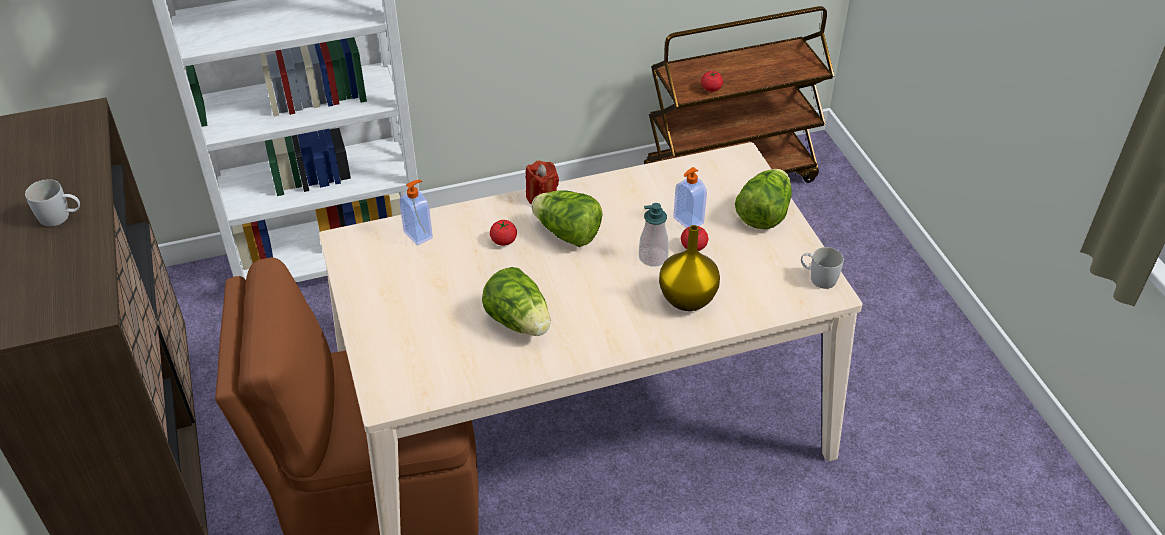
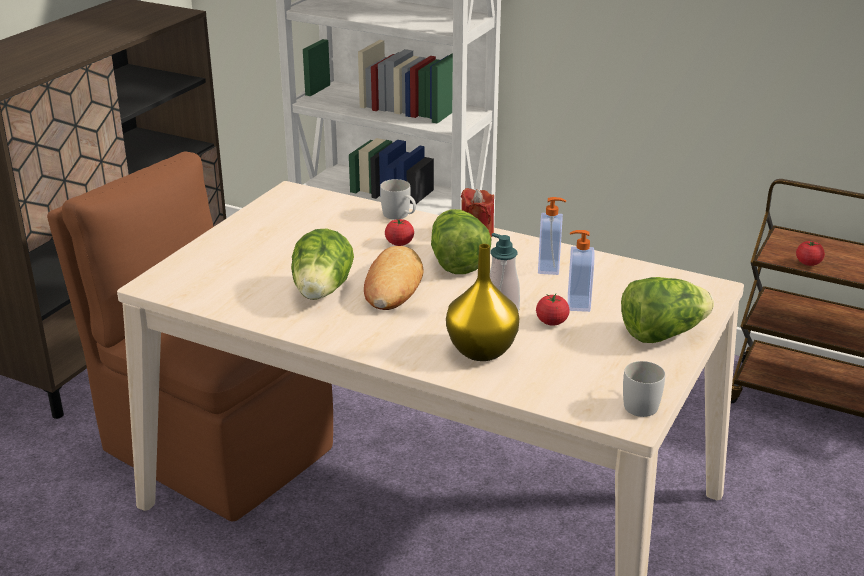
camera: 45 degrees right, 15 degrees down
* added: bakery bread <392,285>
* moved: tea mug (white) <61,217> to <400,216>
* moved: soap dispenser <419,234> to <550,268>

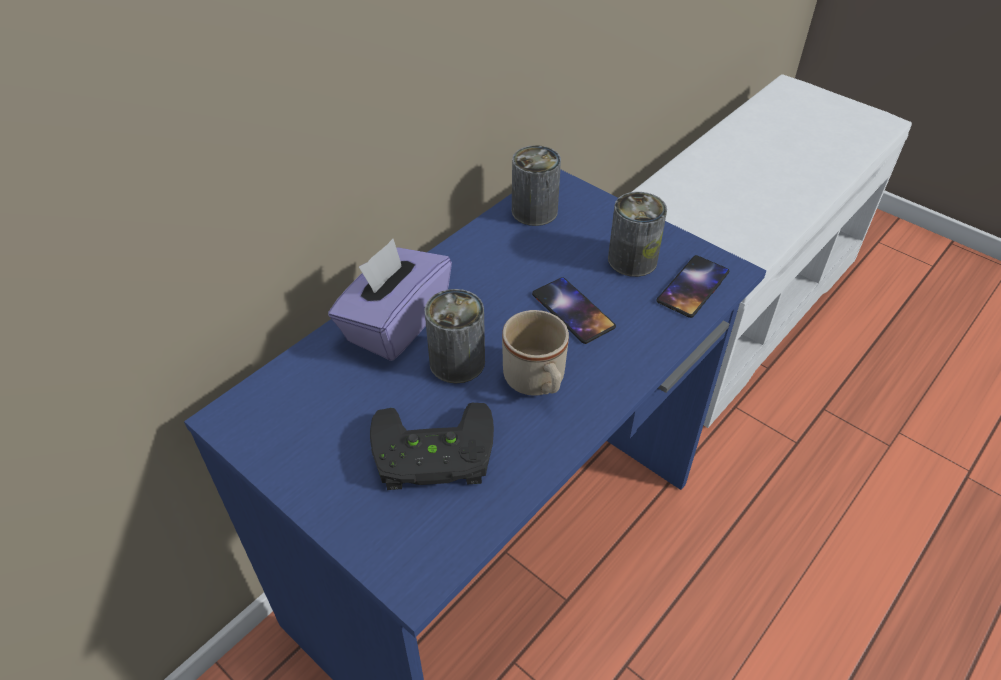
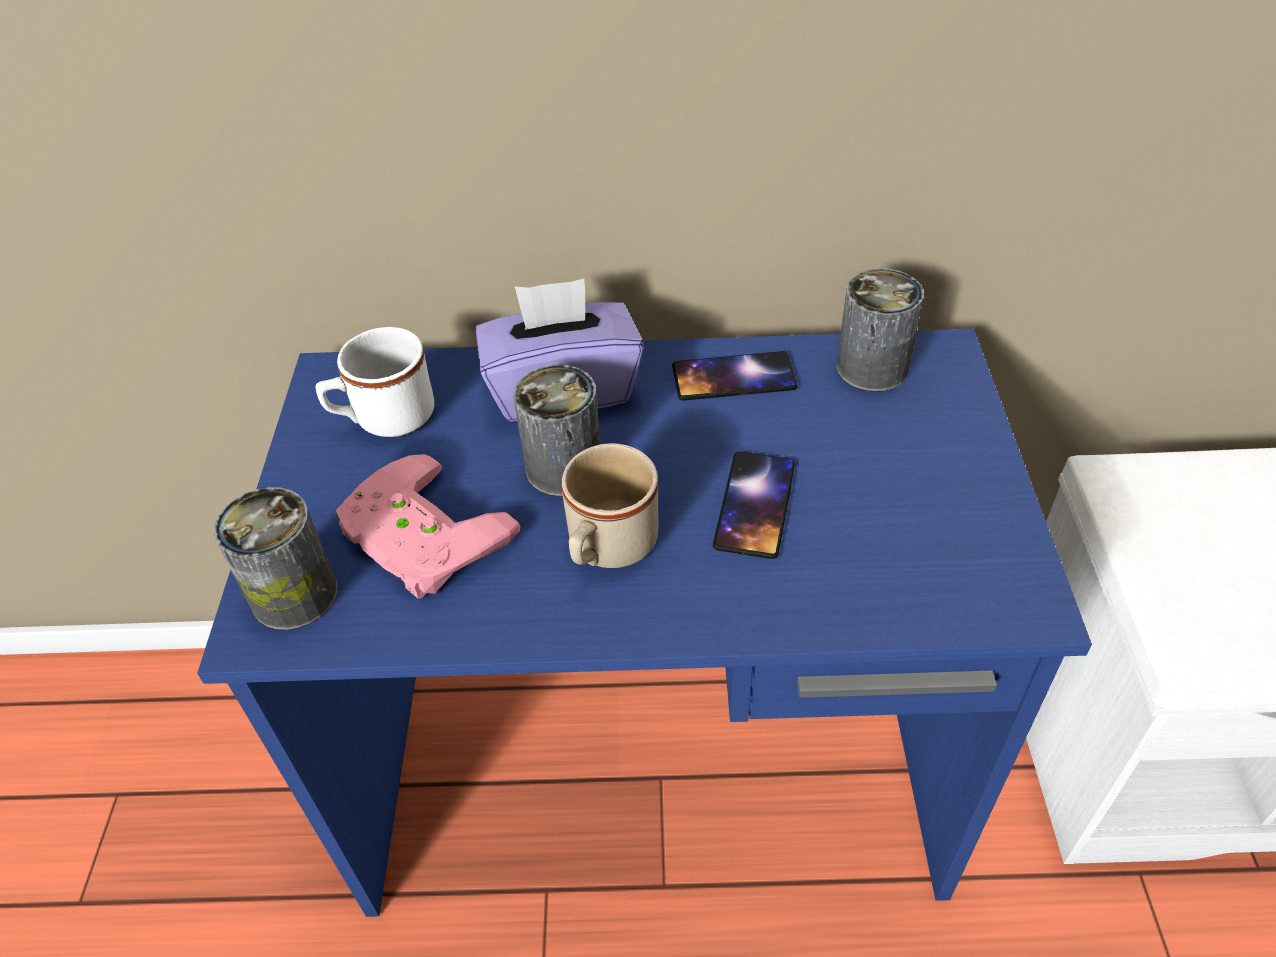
camera: 50 degrees right, 0 degrees up
* moved: can <632,260> to <294,595>
* added: tea mug (white) <384,419>
* recoloured: game controller (black) <432,458> to game controller (pink-coloured) <416,539>
* moved: phone <693,287> to <733,377>

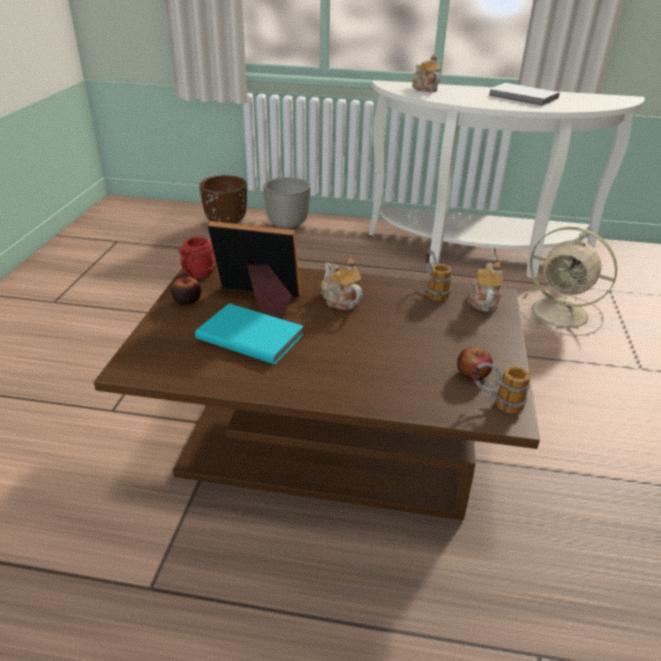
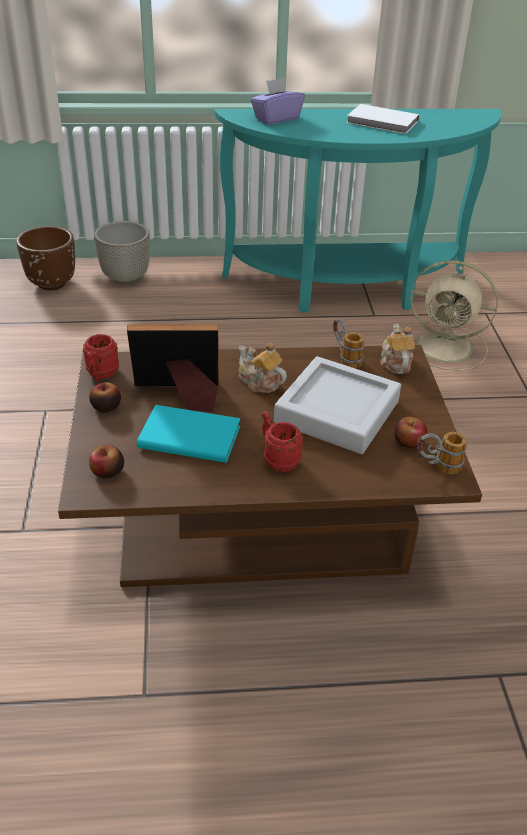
camera: 15 degrees left, 5 degrees up
* added: apple <107,471>
* recoloured: hall table (white) <479,256> to hall table (turquoise) <348,290>
* replaced: pot for tea <424,89> to box of tissues (purplish) <276,118>
* added: tea mug (reddish) <277,459>
* added: carrying tray (gray) <337,412>

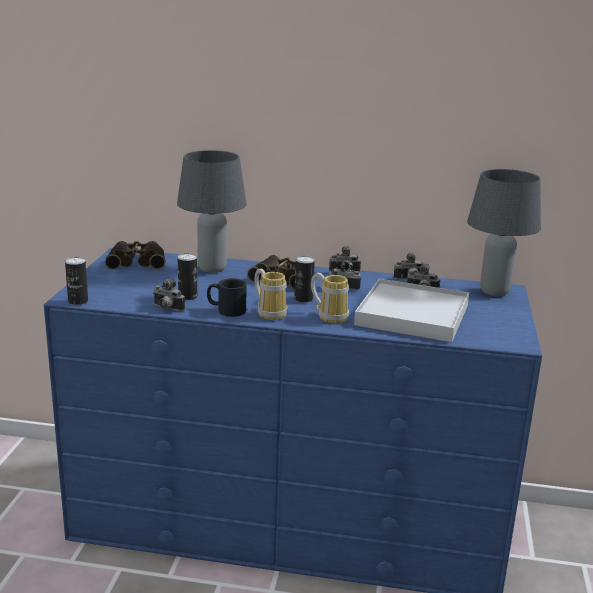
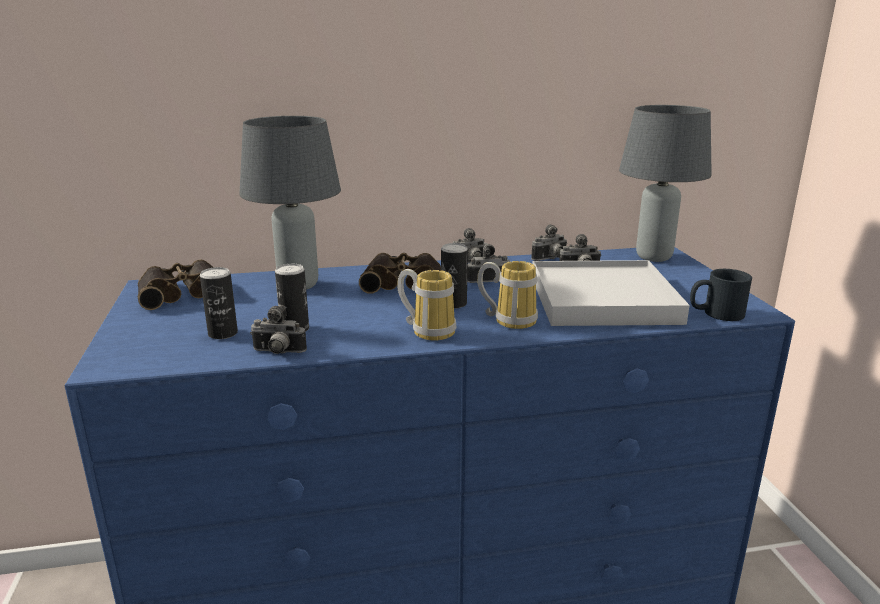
camera: 20 degrees left, 0 degrees up
* moved: can <78,301> to <223,333>
* moved: tea mug (black) <226,310> to <715,313>

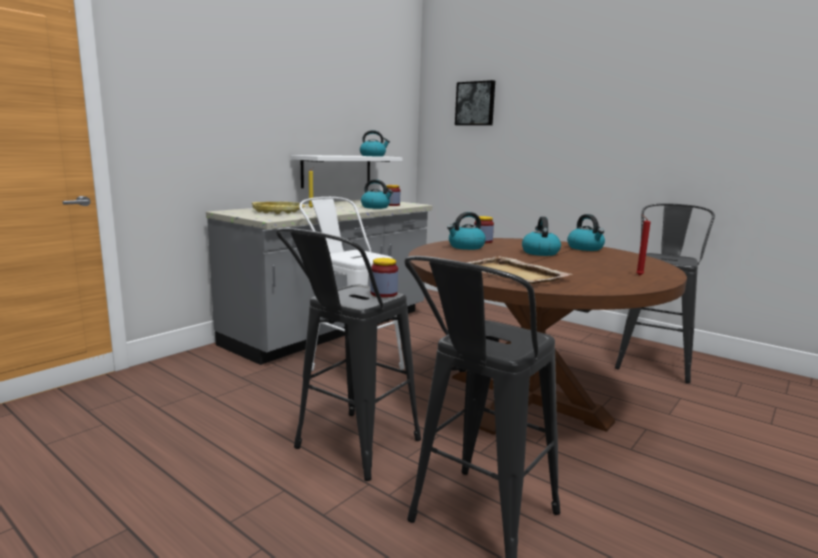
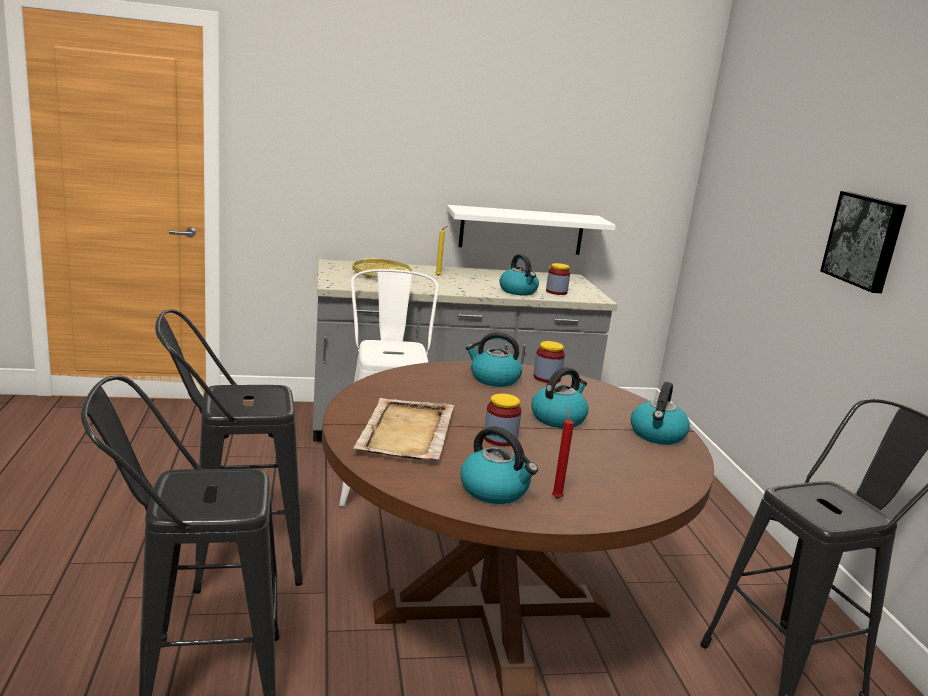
camera: 40 degrees right, 5 degrees up
* moved: kettle <373,156> to <495,490>
* moved: preserve jar <384,294> to <500,439>
* moved: wall art <475,103> to <865,240>

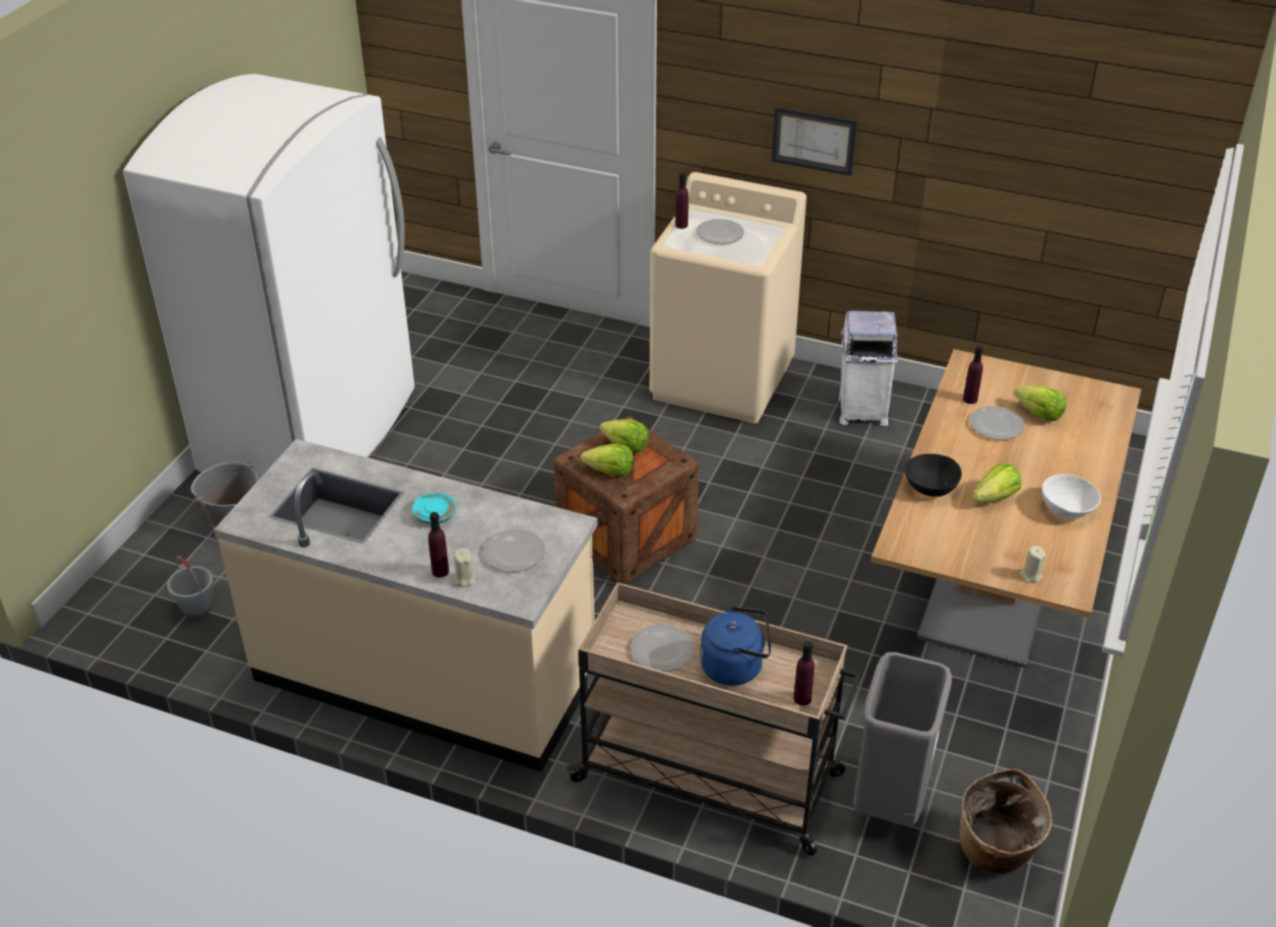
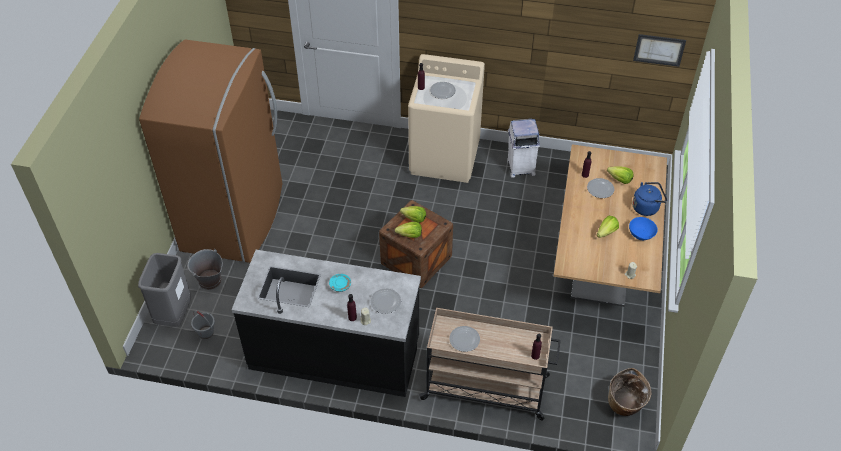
camera: 10 degrees left, 10 degrees up
* moved: trash can (gray) <889,799> to <174,315>
* recoloured: fridge (white) <313,431> to fridge (brownish) <234,217>
* recoloured: kitchen counter (beige) <426,675> to kitchen counter (black) <335,353>
* recoloured: bowl (white) <1067,508> to bowl (bluish) <641,234>
* moved: kettle (bluish) <736,666> to <646,207>
* moved: wall art <814,140> to <659,50>
* removed: bowl (black) <930,487>

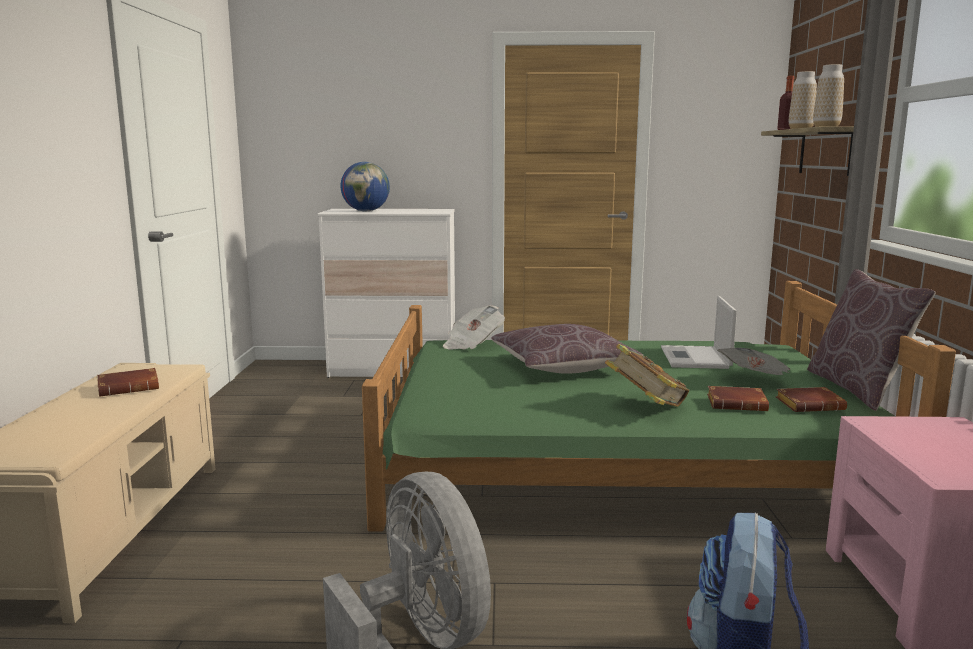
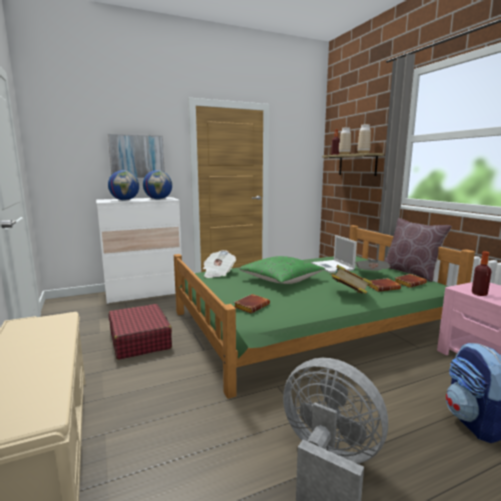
camera: 25 degrees left, 0 degrees up
* added: wall art <137,156>
* added: suitcase (reddish) <140,340>
* added: desk globe <158,199>
* moved: volume (brownish) <130,387> to <251,306>
* recoloured: pillow (brownish) <562,366> to pillow (green) <281,279>
* added: bottle <479,294>

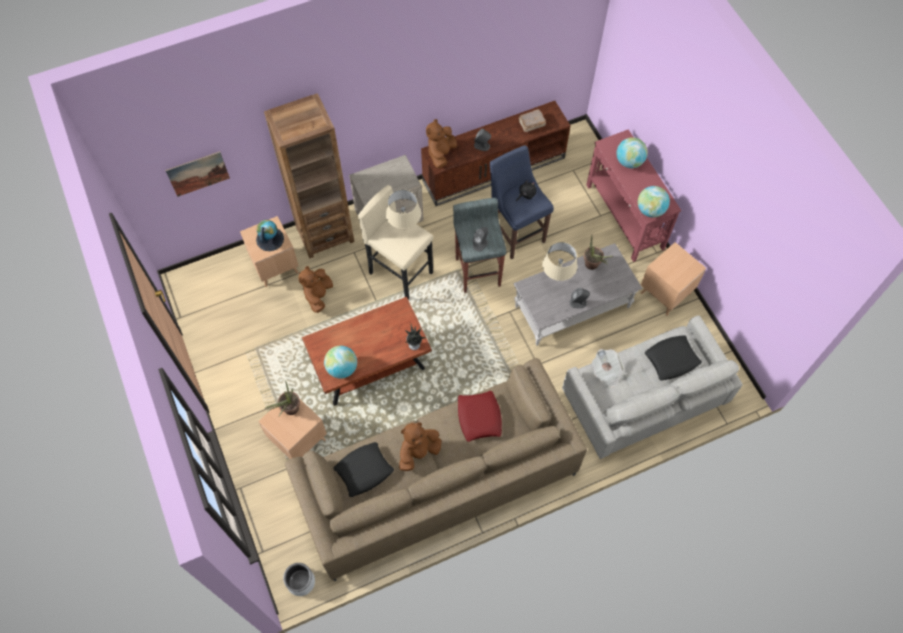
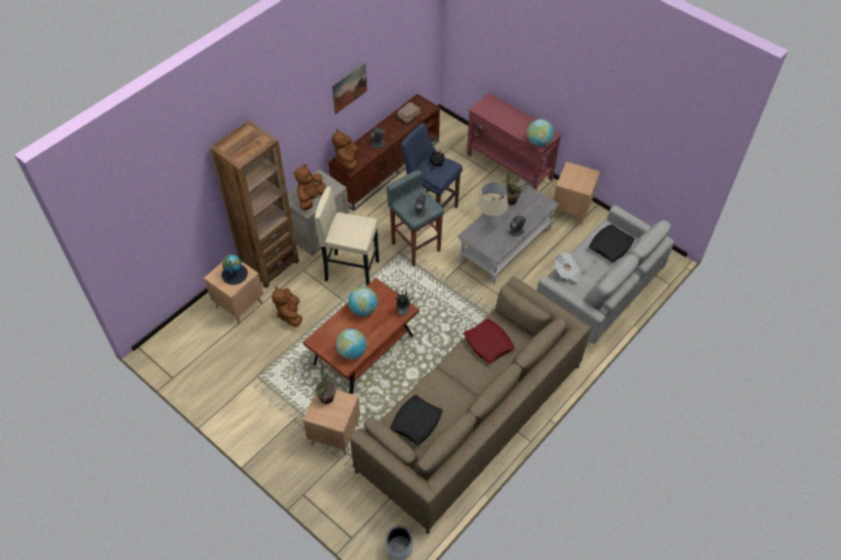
camera: 25 degrees left, 10 degrees down
* moved: plush toy (brownish) <418,452> to <311,199>
* moved: wall art <198,173> to <349,88>
* moved: desk globe <629,162> to <363,309>
* removed: lamp for a table (beige) <405,230>

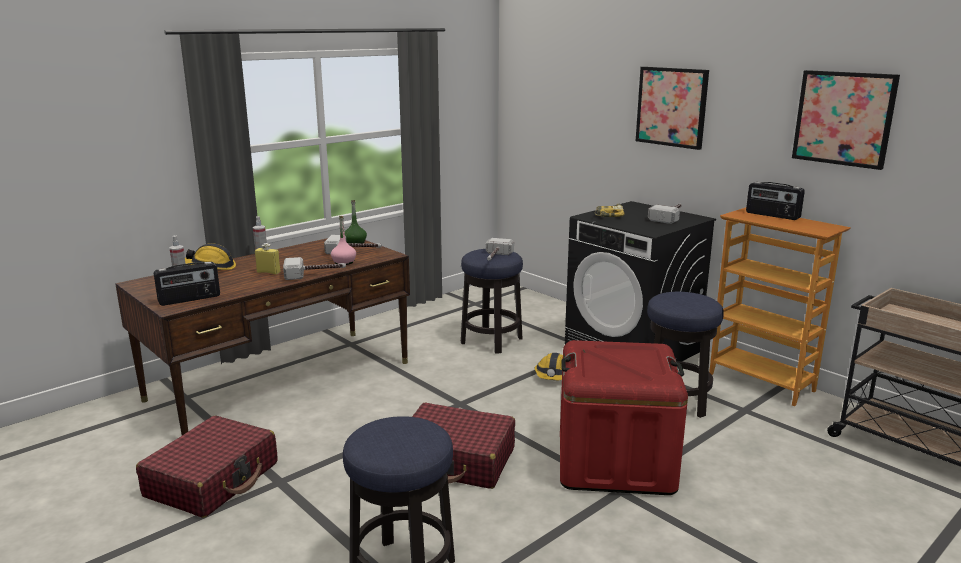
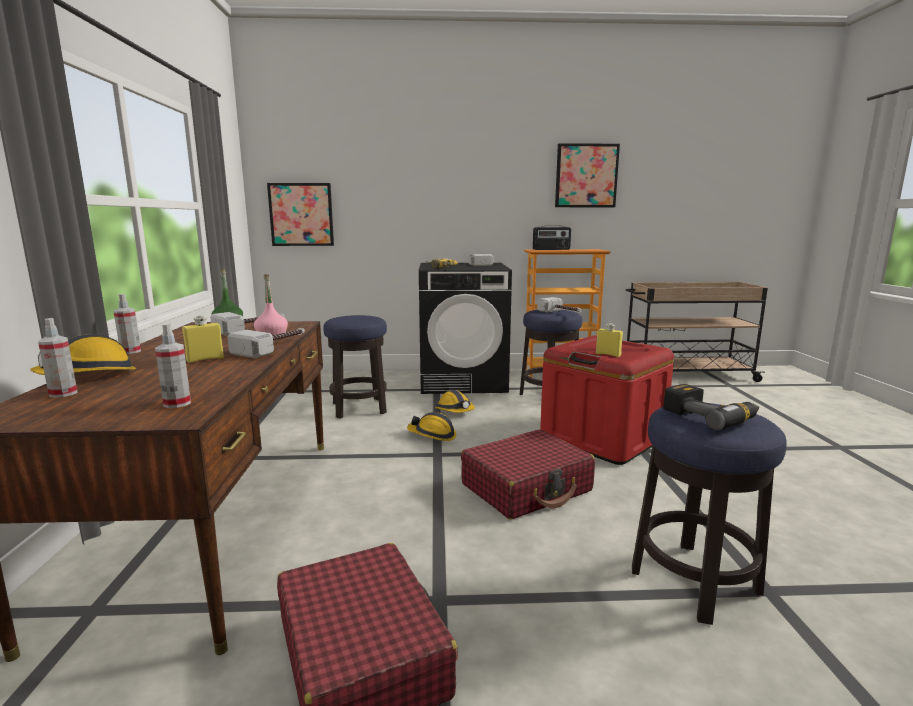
camera: 50 degrees left, 5 degrees down
* replaced: radio set <189,299> to spray bottle <177,403>
* moved: wall art <672,107> to <301,214>
* added: hard hat <432,435>
* moved: hand hammer <495,257> to <561,313>
* added: bottle (yellowish) <608,354>
* added: drill <710,416>

